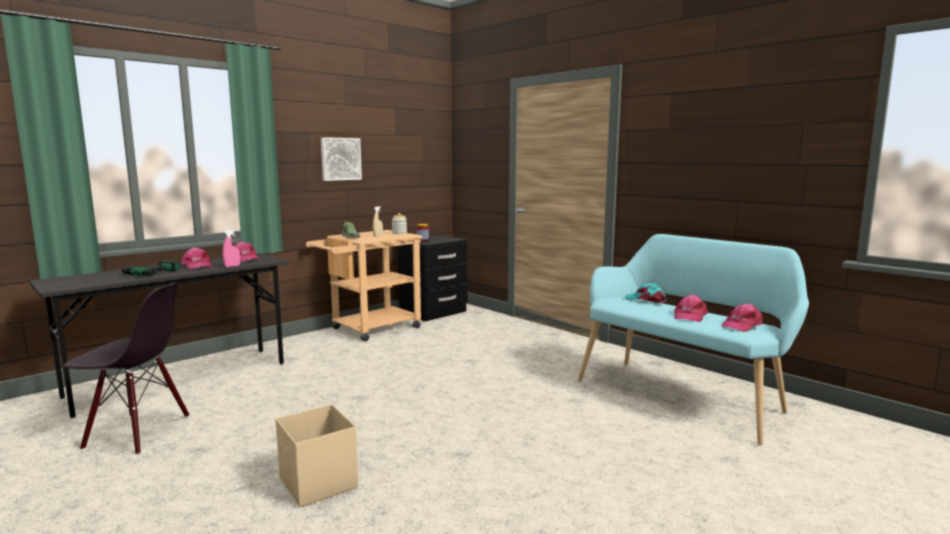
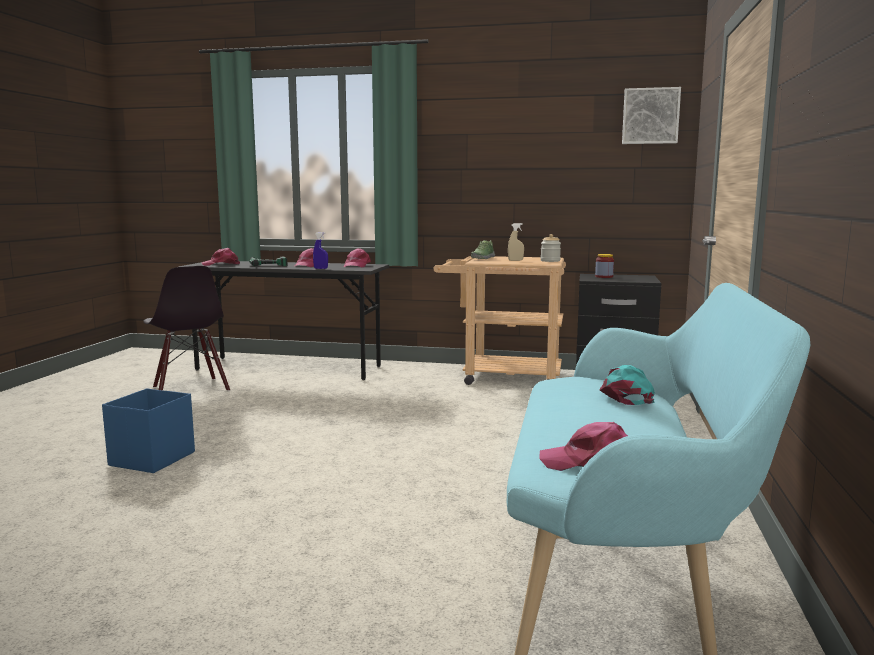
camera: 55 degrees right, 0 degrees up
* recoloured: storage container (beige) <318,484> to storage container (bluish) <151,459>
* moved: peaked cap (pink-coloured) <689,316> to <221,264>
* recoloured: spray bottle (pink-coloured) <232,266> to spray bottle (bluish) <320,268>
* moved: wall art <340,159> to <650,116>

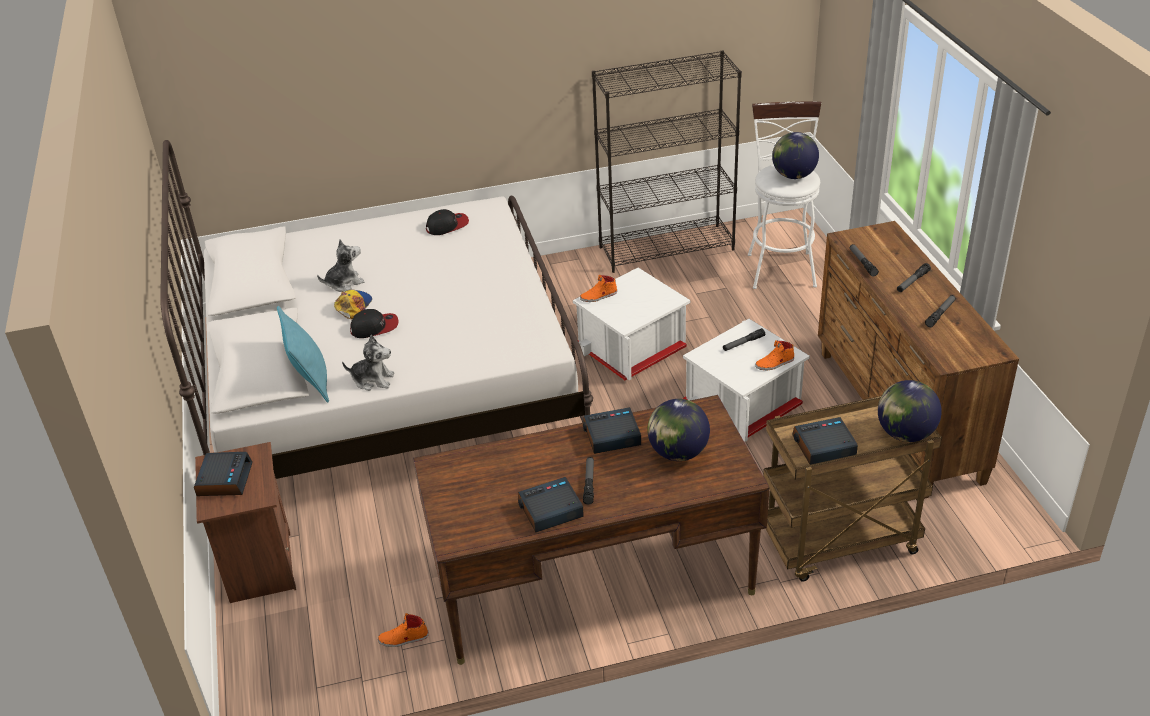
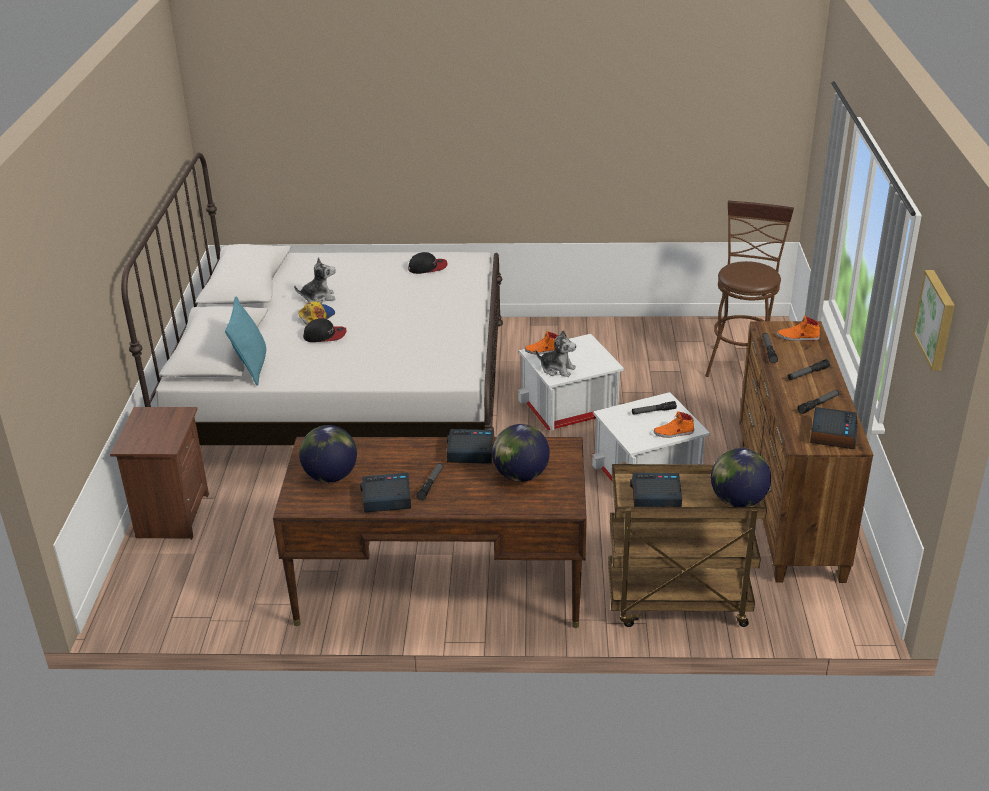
camera: 15 degrees right, 5 degrees down
* moved: desk globe <793,176> to <330,477>
* moved: plush toy <373,380> to <557,369>
* recoloured: sitting stool (white) <780,266> to sitting stool (brownish) <741,361>
* moved: low shoe (orangey) <403,638> to <798,337>
* moved: bedside clock <224,479> to <832,434>
* added: wall art <937,319>
* removed: shelving unit (black) <667,248>

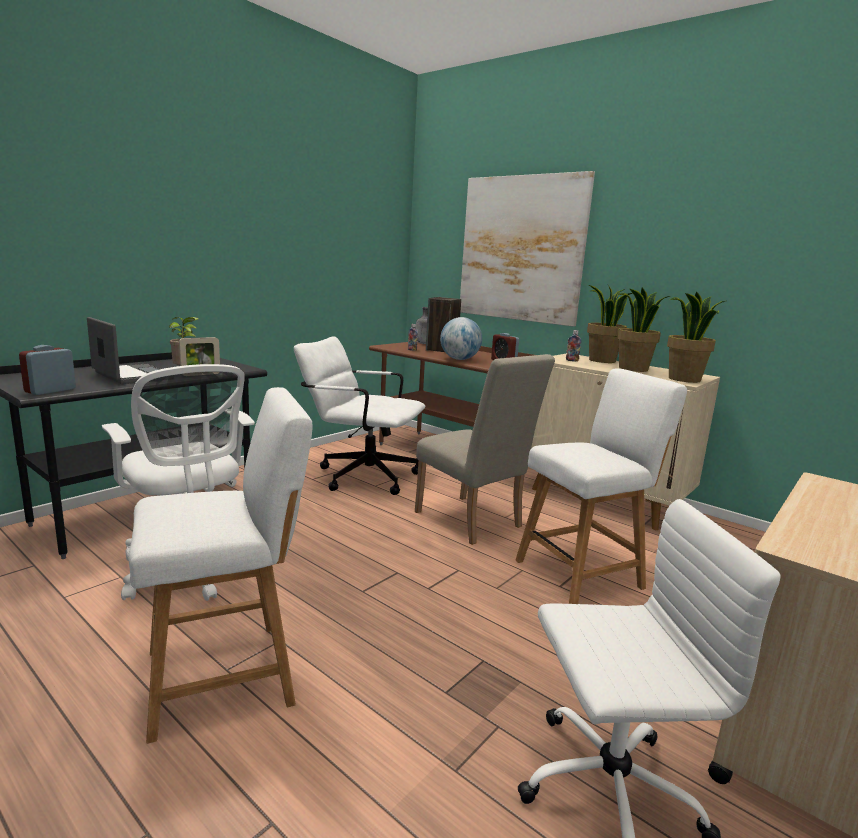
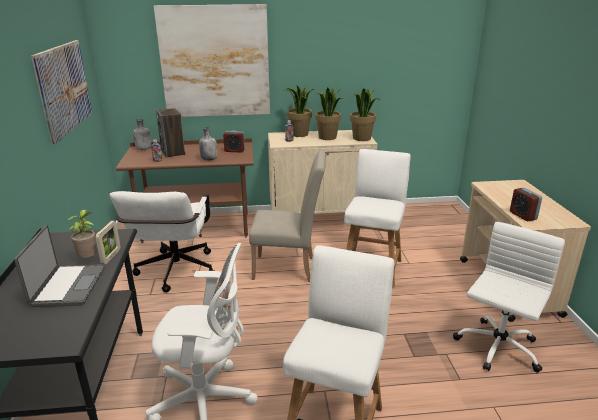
camera: 45 degrees left, 10 degrees up
* turned: portable computer <131,376> = <67,286> 90 degrees clockwise
* added: wall art <64,88>
* turned: computer chair (white) <359,475> = <174,273> 60 degrees counterclockwise
* replaced: desk globe <459,359> to bottle (gray) <209,159>
* moved: bedside clock <50,390> to <523,216>

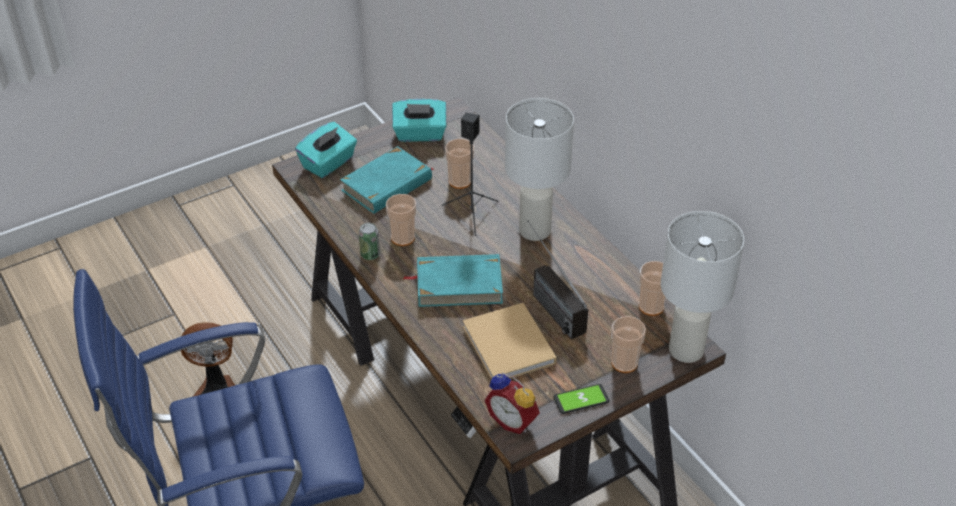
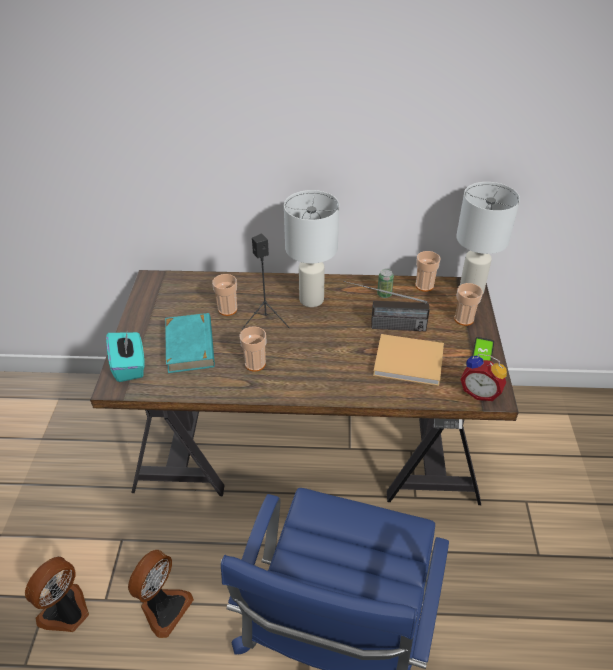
camera: 55 degrees left, 0 degrees up
* added: fan <67,612>
* moved: can <370,255> to <384,294>
* turned: bedside clock <513,420> = <480,392> 45 degrees clockwise
* removed: box of tissues (turquoise) <420,134>
* removed: volume (turquoise) <458,284>

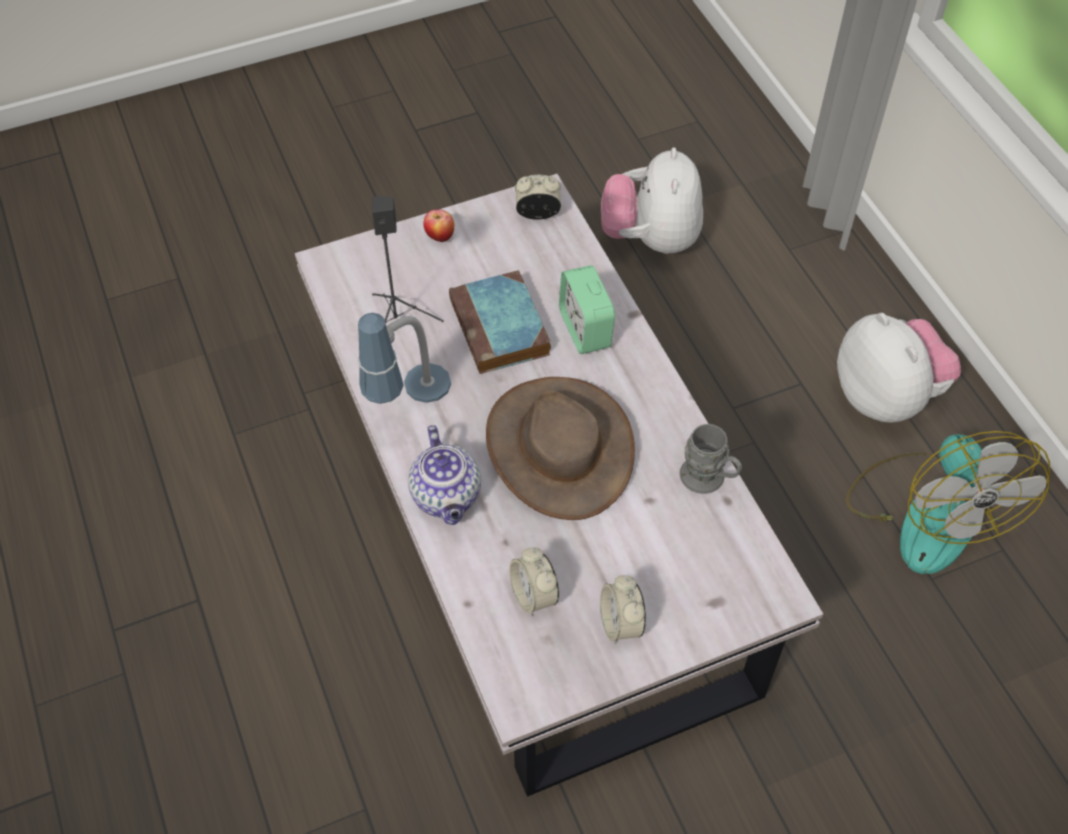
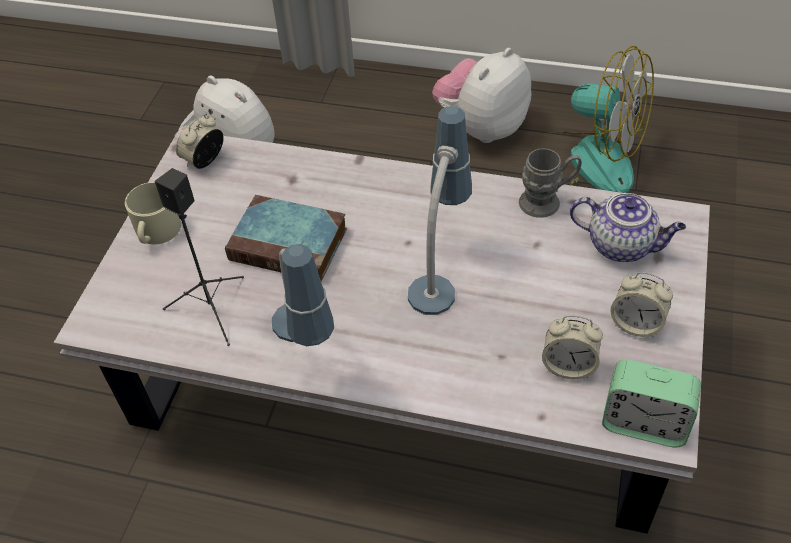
camera: 50 degrees left, 5 degrees down
* replaced: apple <440,237> to tea mug (beige) <156,232>
* replaced: hat (brownish) <560,447> to lamp for a table <440,271>
* turned: plush toy <886,396> = <482,127> 60 degrees counterclockwise
* moved: pot for tea <447,497> to <622,245>
* moved: bedside clock <585,329> to <644,423>

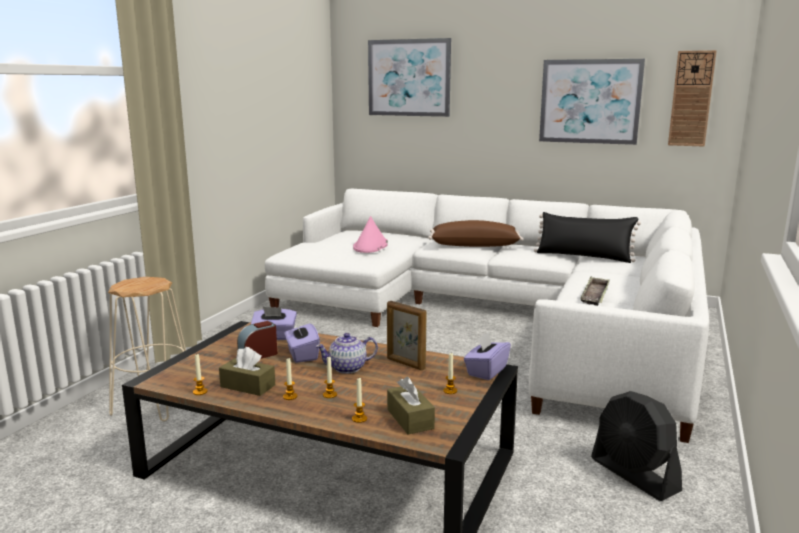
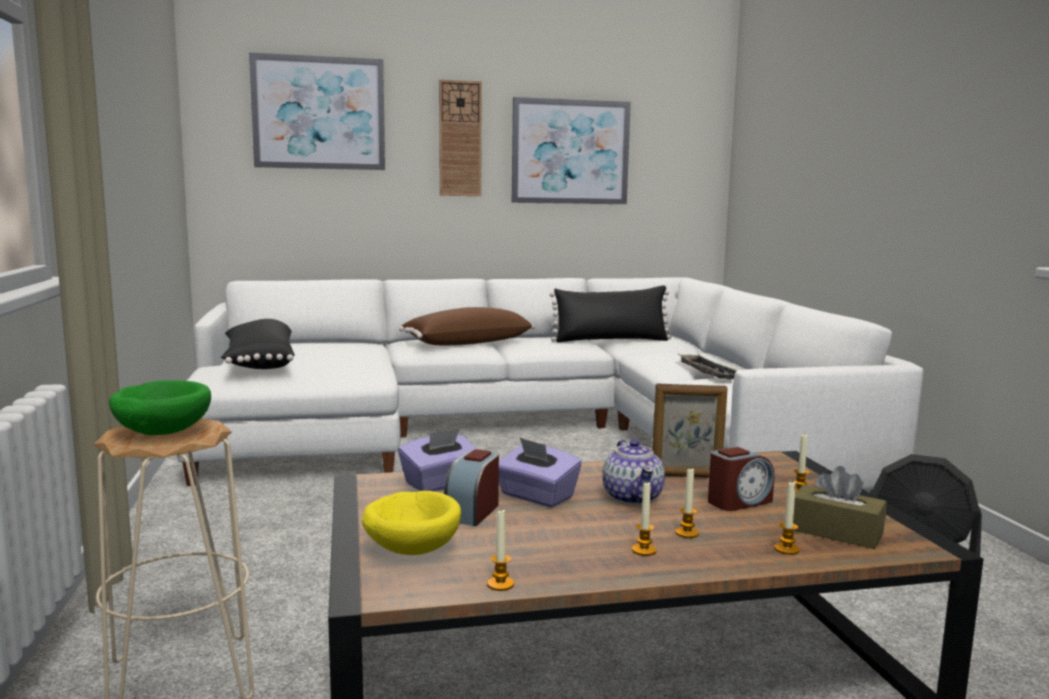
camera: 35 degrees left, 5 degrees down
* added: bowl (green) <161,432>
* added: pillow (black) <258,363>
* added: bowl (yellowish) <412,548>
* moved: wall clock <691,99> to <460,139>
* turned: pot for tea <348,368> = <633,497> 45 degrees counterclockwise
* added: bedside clock <738,502>
* removed: box of tissues (brownish) <248,386>
* removed: hat (pink-coloured) <370,246>
* removed: box of tissues (purplish) <486,371>

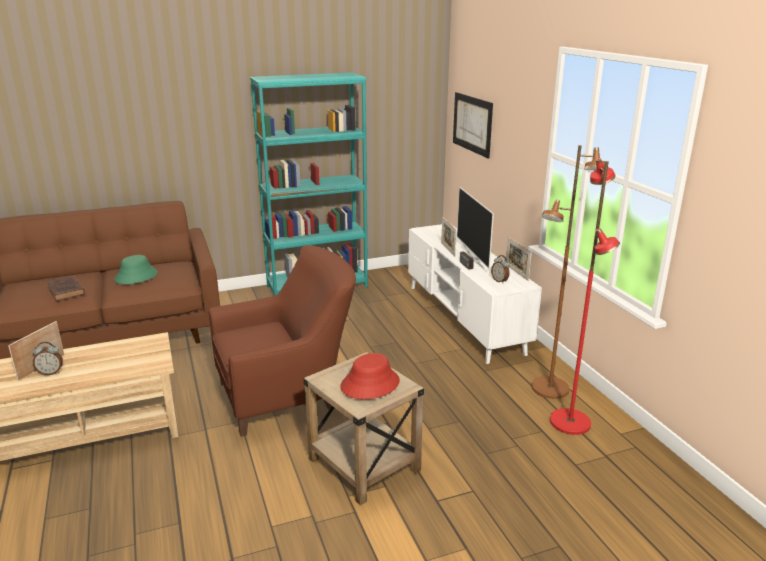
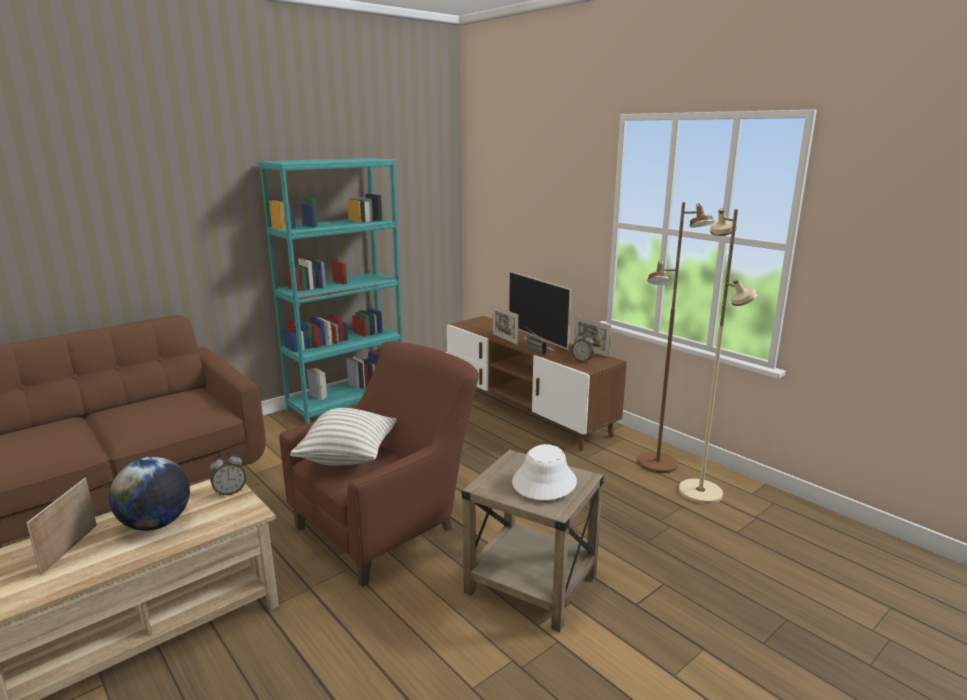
camera: 20 degrees left, 5 degrees down
* added: desk globe <156,524>
* moved: bedside clock <50,372> to <230,492>
* added: pillow <348,457>
* recoloured: tv unit (white) <463,318> to tv unit (brownish) <526,411>
* recoloured: hat (reddish) <370,384> to hat (white) <544,482>
* recoloured: standing lamp (reddish) <571,422> to standing lamp (beige) <701,492>
* removed: volume (brownish) <66,291>
* removed: hat (green) <136,276>
* removed: wall art <472,124>

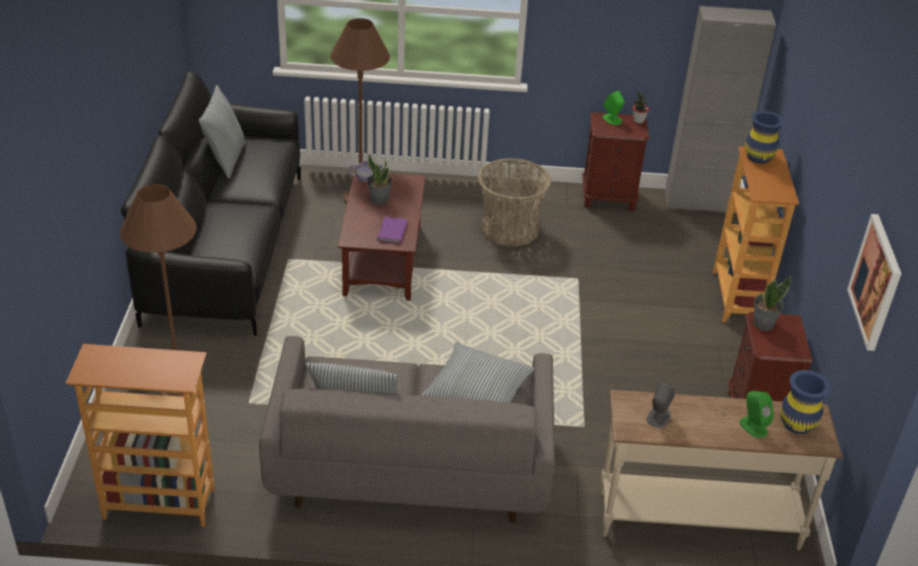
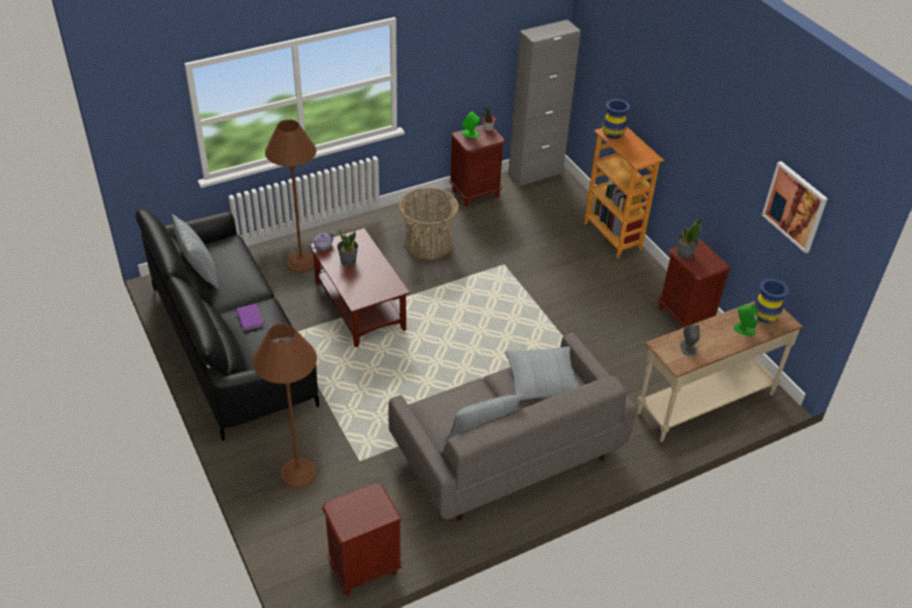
camera: 30 degrees left, 5 degrees up
* moved: volume (purplish) <393,231> to <250,318>
* replaced: shelving unit <159,505> to night table (brownish) <363,568>

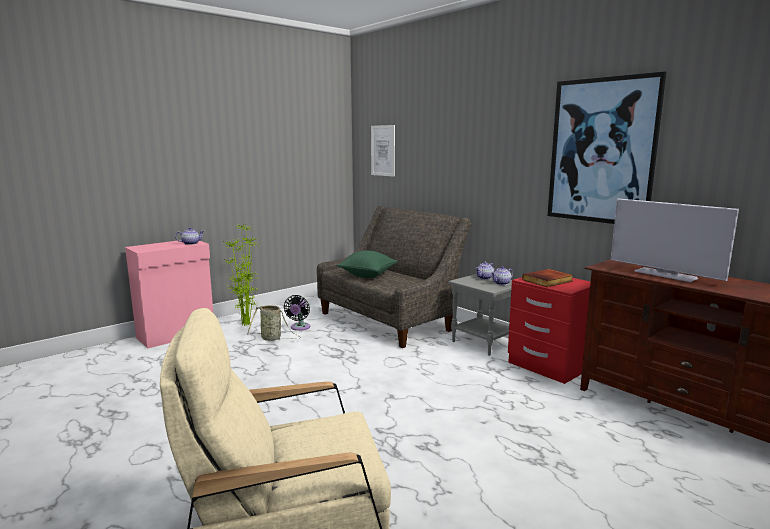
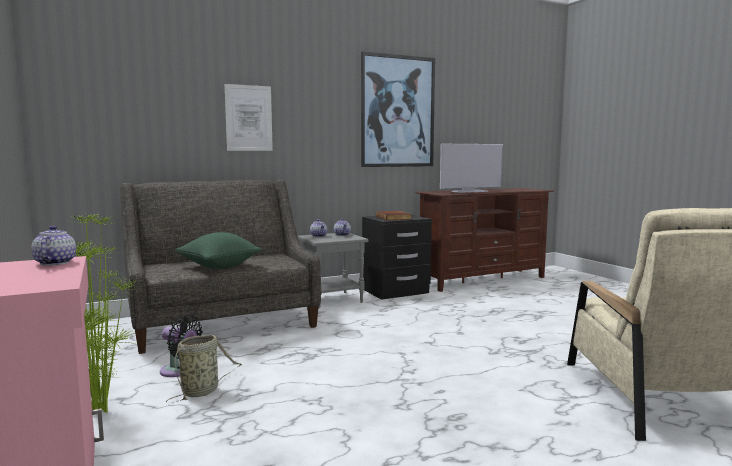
camera: 75 degrees left, 5 degrees down
* moved: wall art <383,150> to <249,118>
* recoloured: night table (reddish) <548,366> to night table (black) <396,291>

